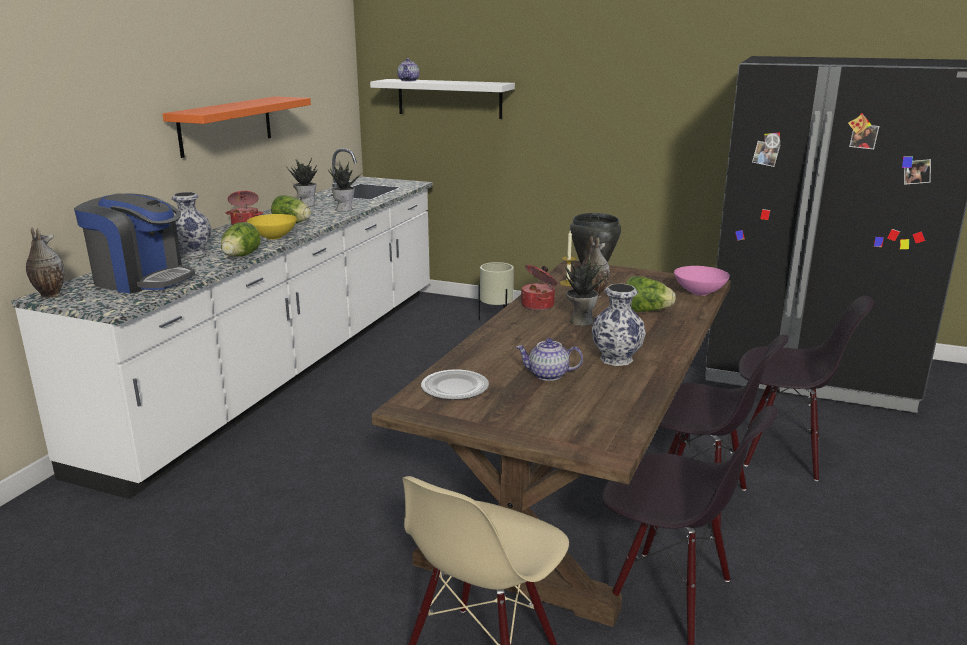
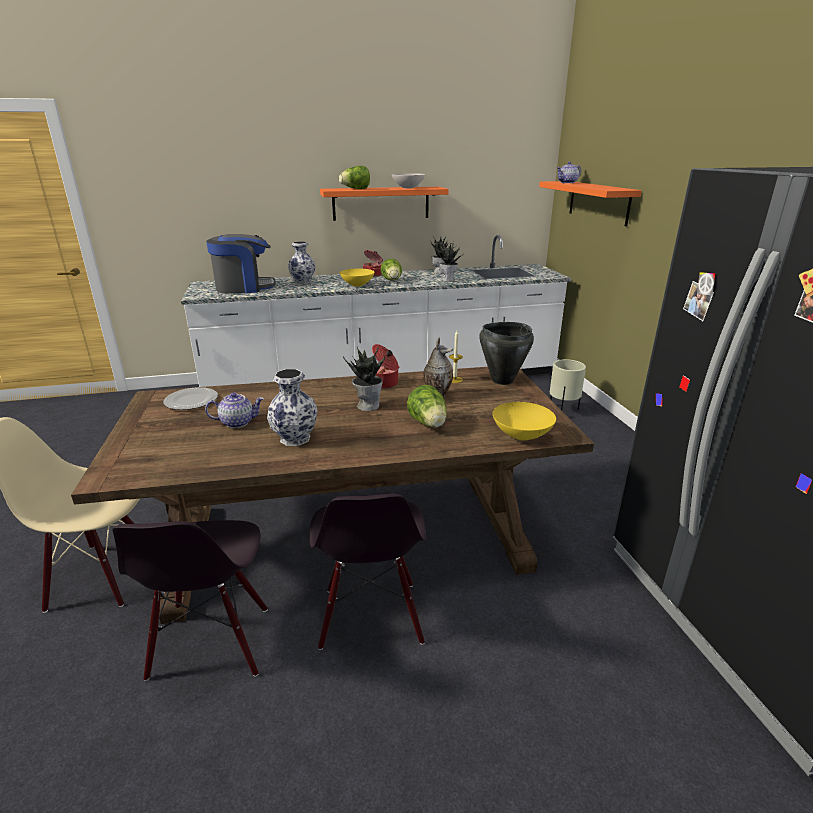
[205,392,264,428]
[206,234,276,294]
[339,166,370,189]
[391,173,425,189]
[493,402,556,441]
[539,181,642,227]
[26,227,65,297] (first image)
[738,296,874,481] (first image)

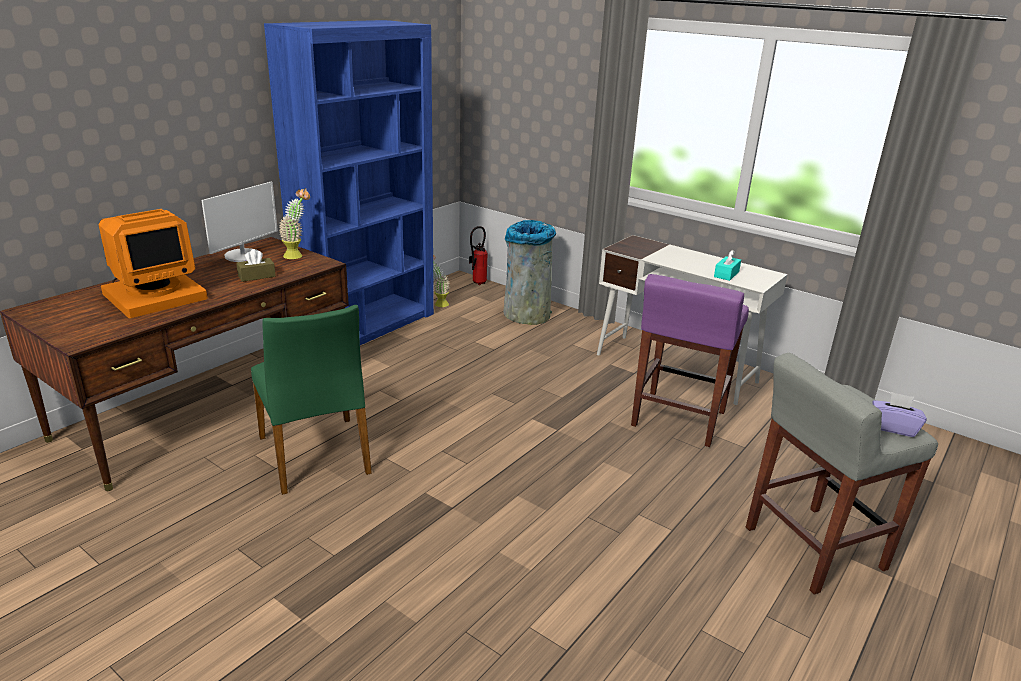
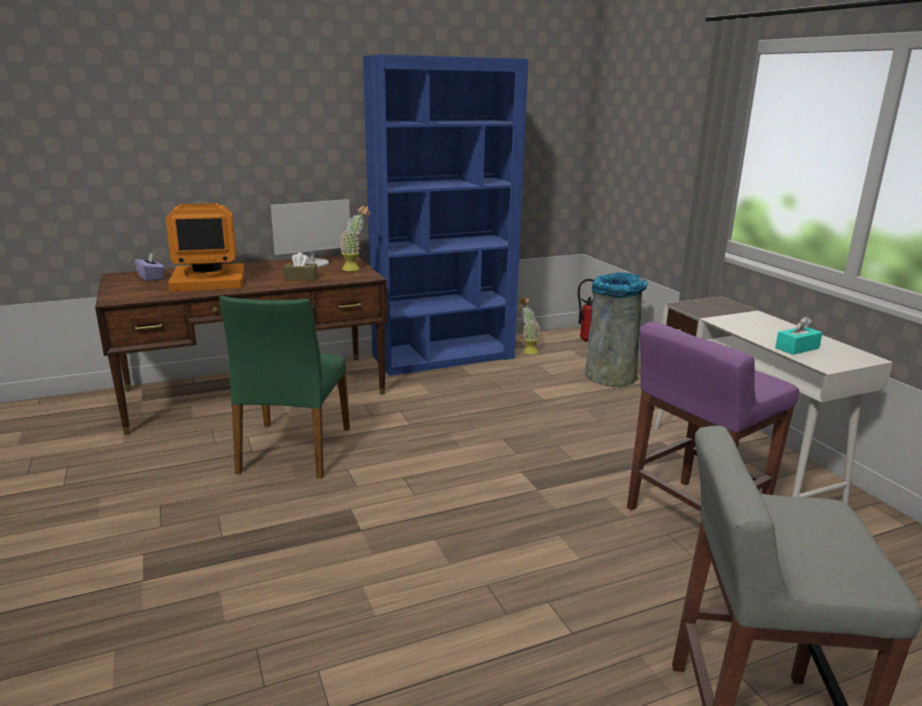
[134,253,165,282]

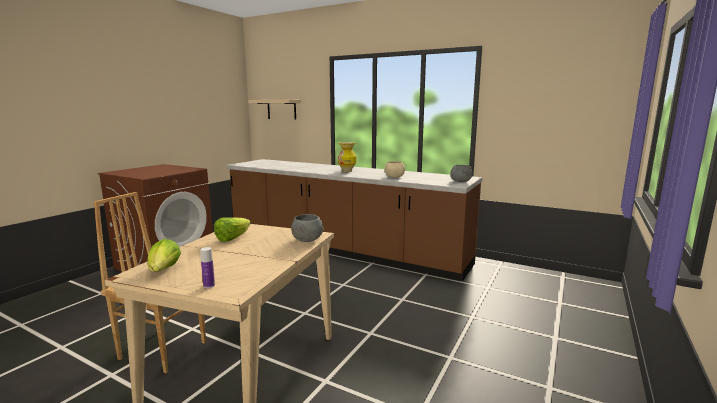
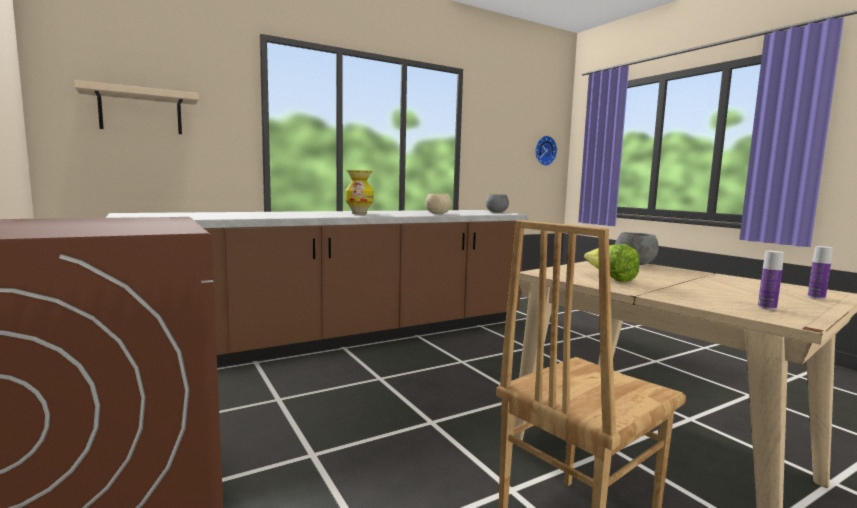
[535,136,557,166]
[758,251,784,310]

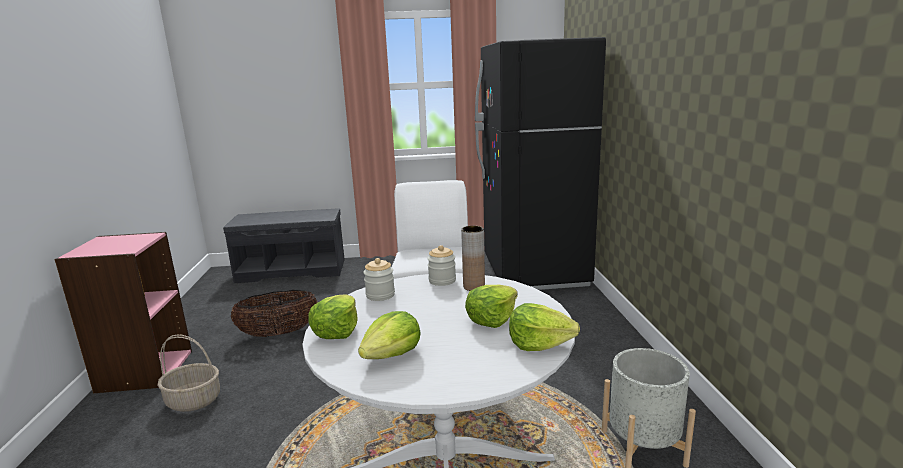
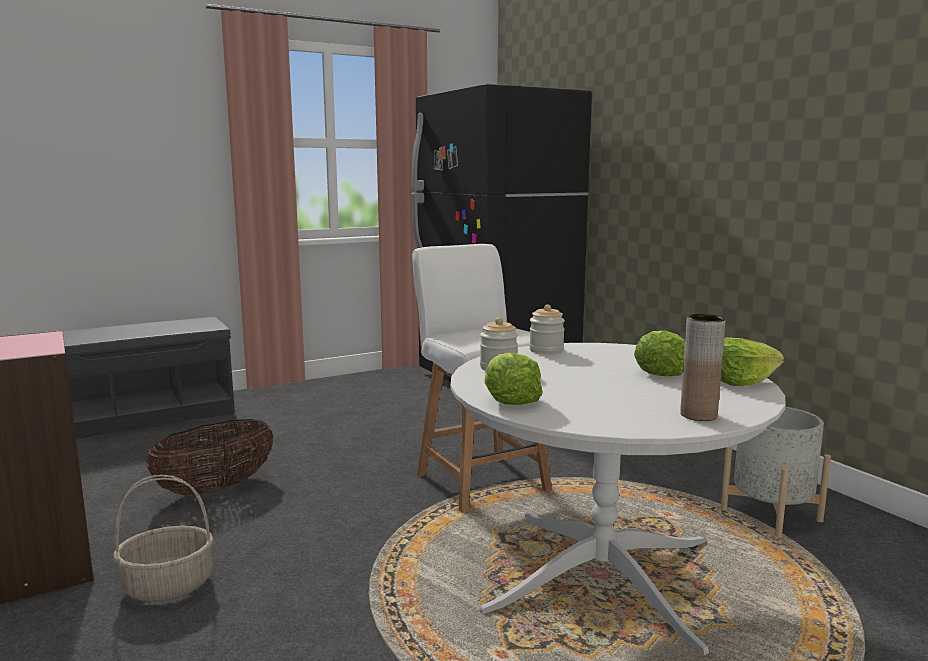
[680,314,726,421]
[358,311,421,359] (first image)

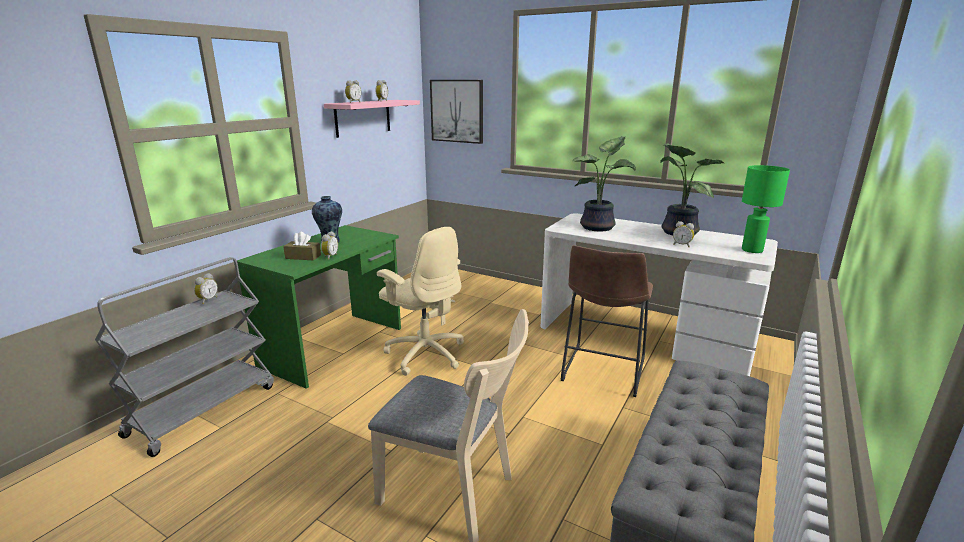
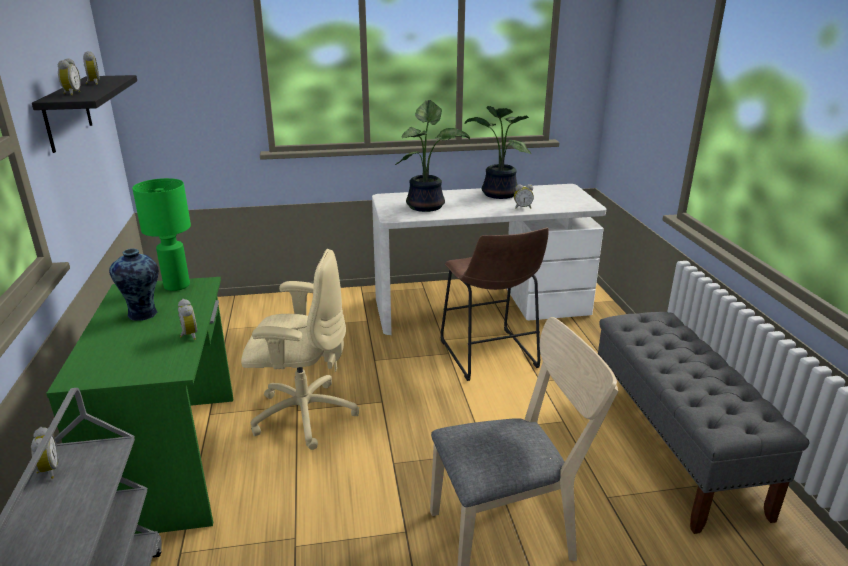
[32,75,137,153]
[132,178,191,291]
[283,231,321,261] (first image)
[430,80,483,144] (first image)

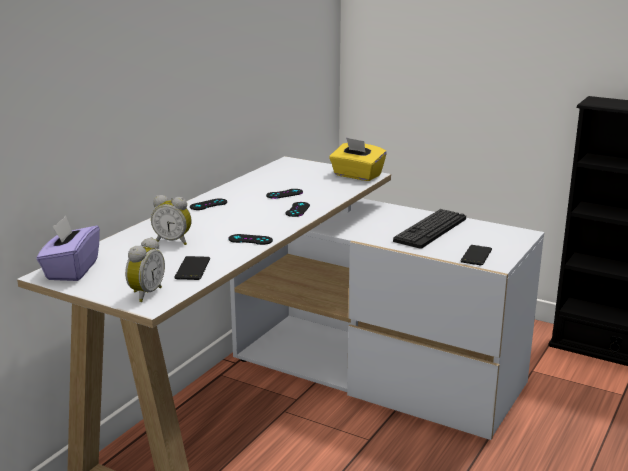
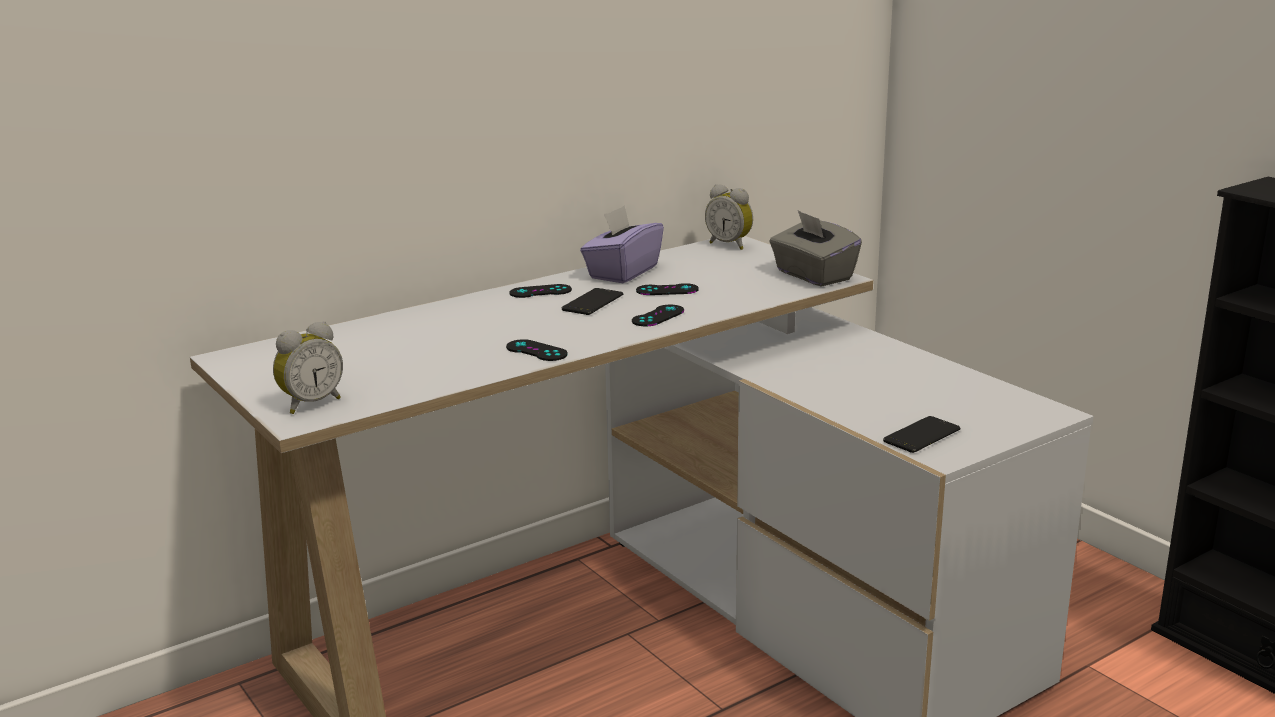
[562,288,623,315]
[580,205,664,283]
[705,184,753,250]
[769,210,862,287]
[393,209,466,249] (first image)

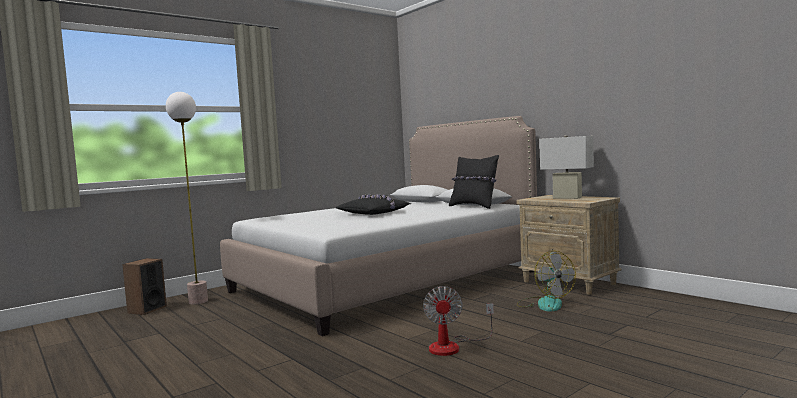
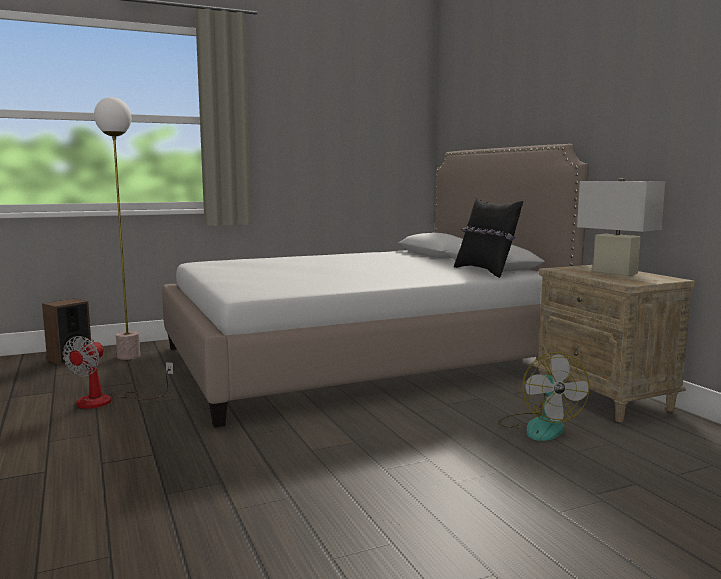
[63,336,174,409]
[336,194,411,215] (first image)

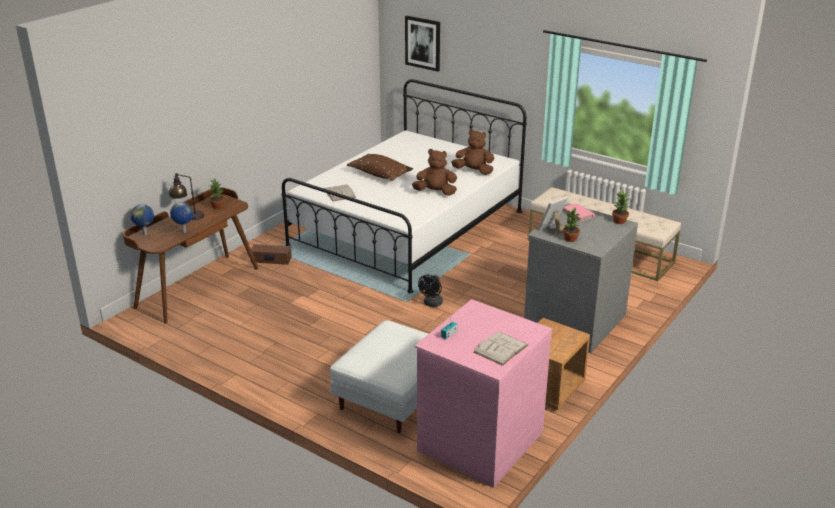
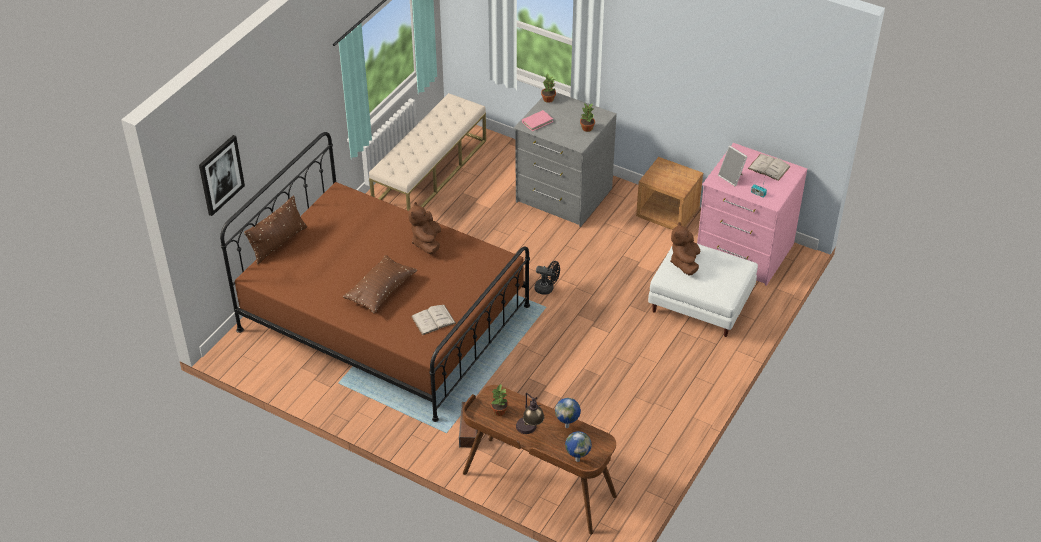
[220,132,530,422]
[244,195,307,264]
[670,222,700,275]
[718,146,748,186]

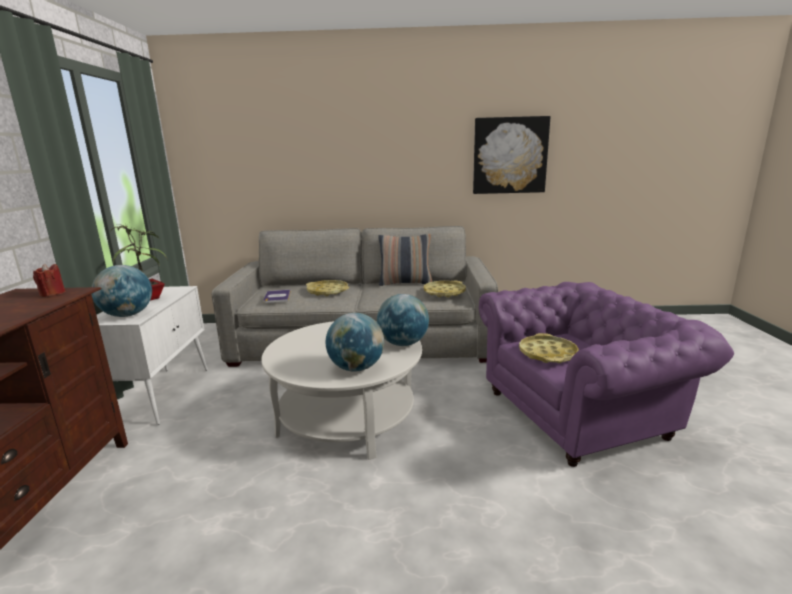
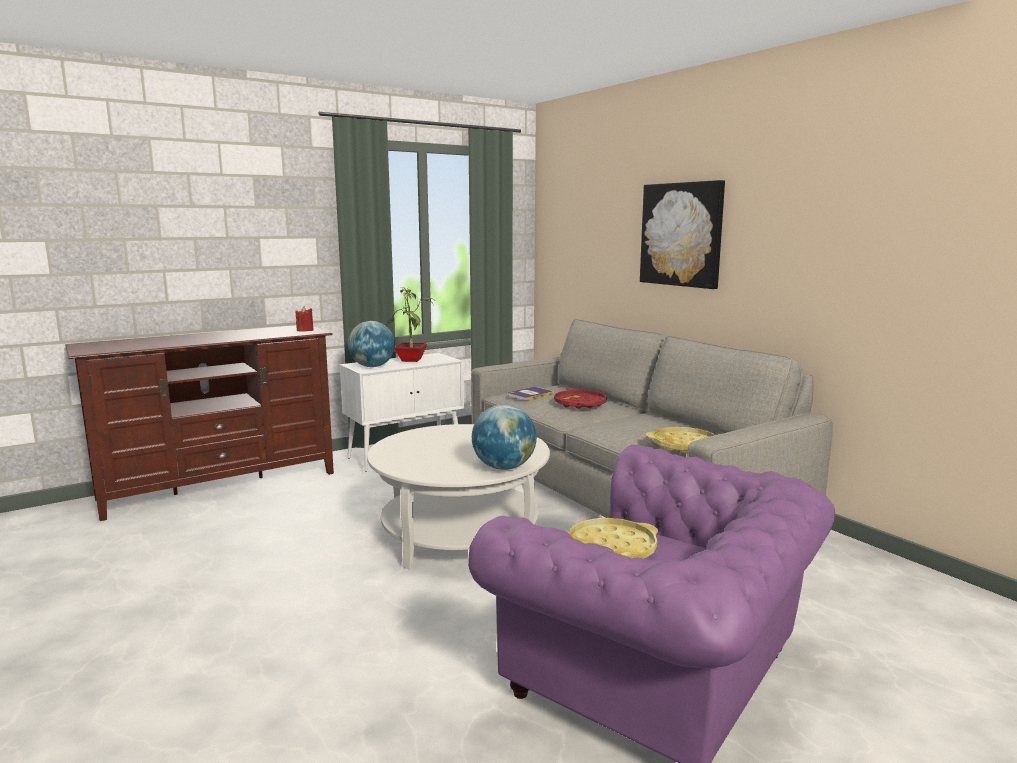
[554,389,607,409]
[640,180,725,289]
[326,313,384,372] (first image)
[378,234,432,286] (first image)

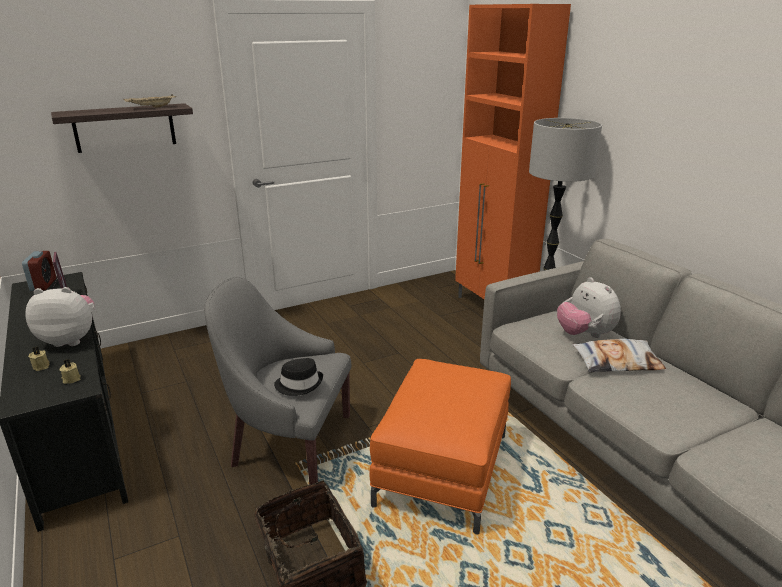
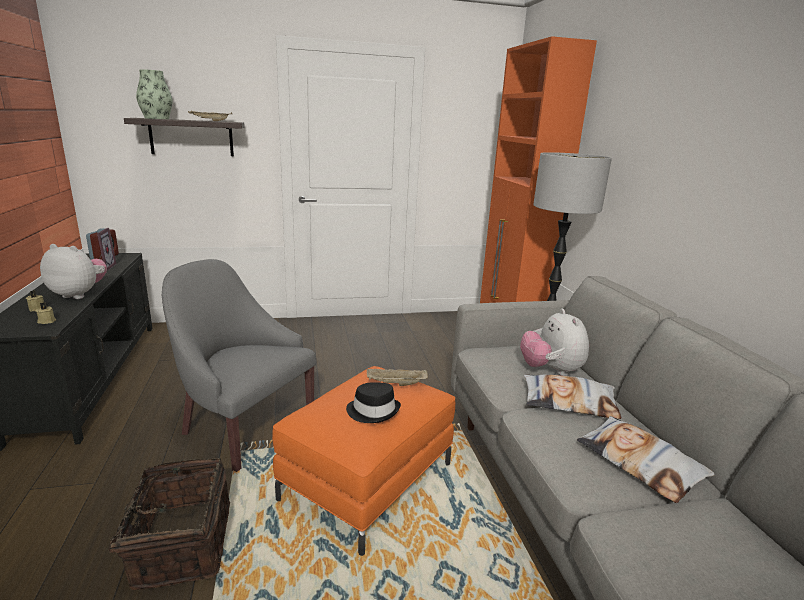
[136,69,173,119]
[346,382,401,423]
[367,368,428,386]
[577,416,715,503]

